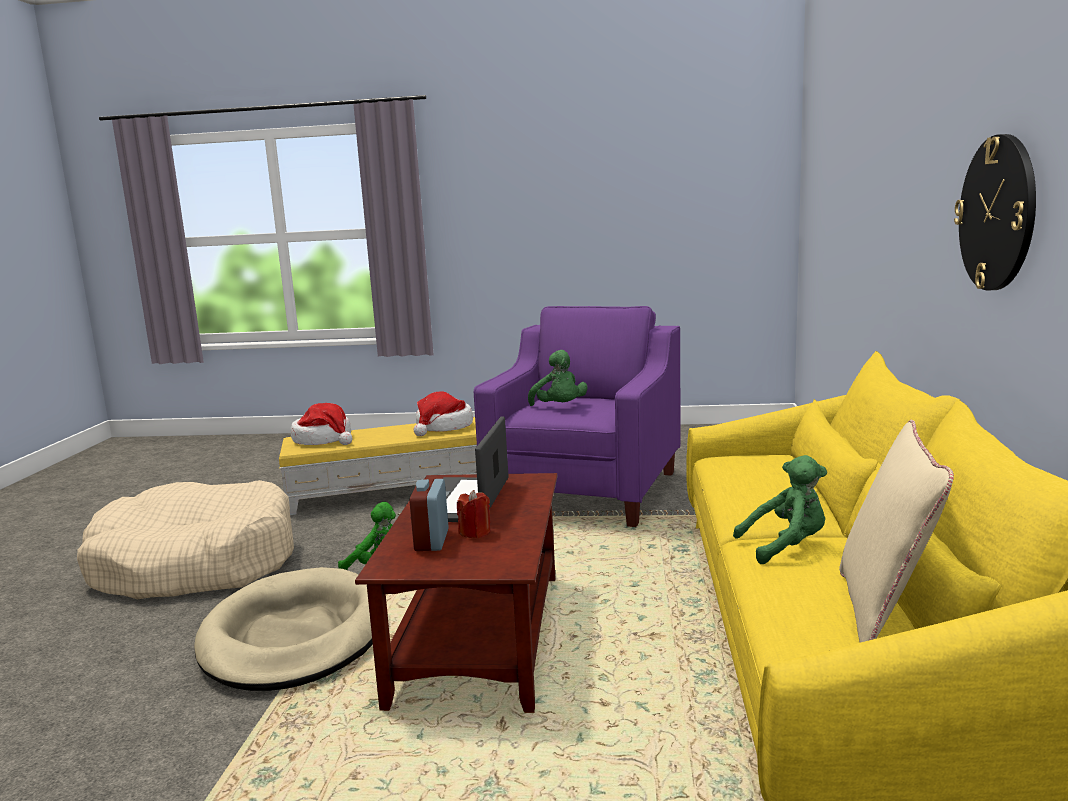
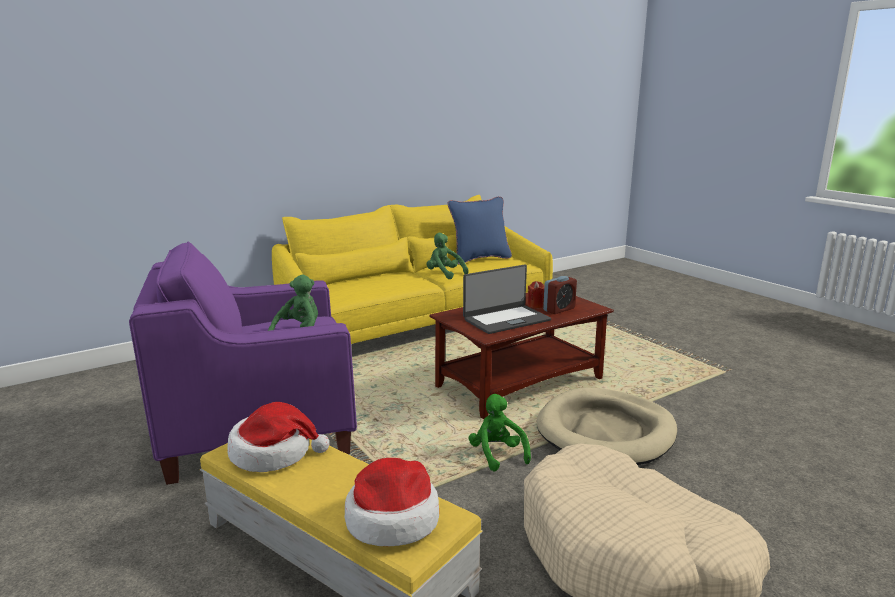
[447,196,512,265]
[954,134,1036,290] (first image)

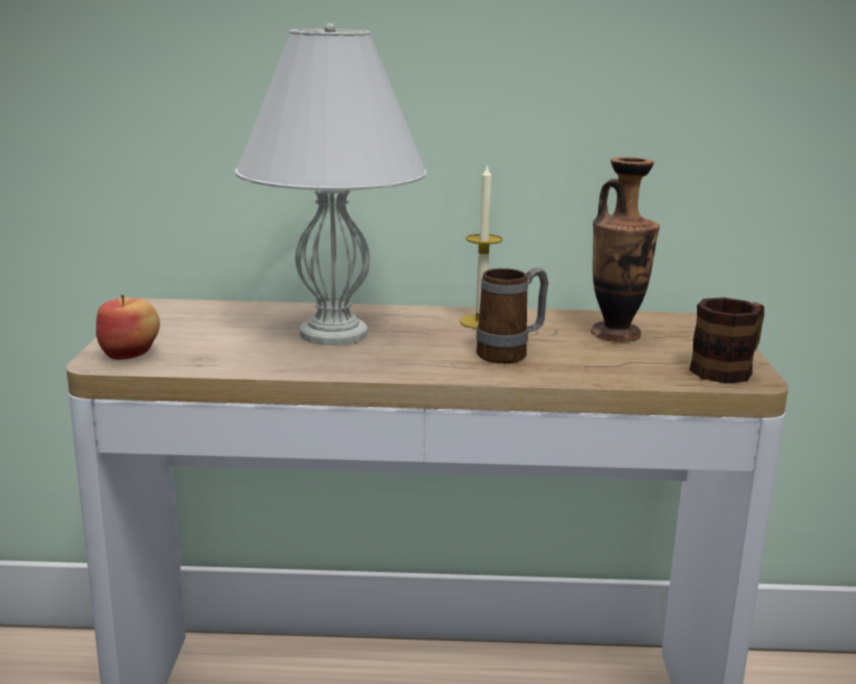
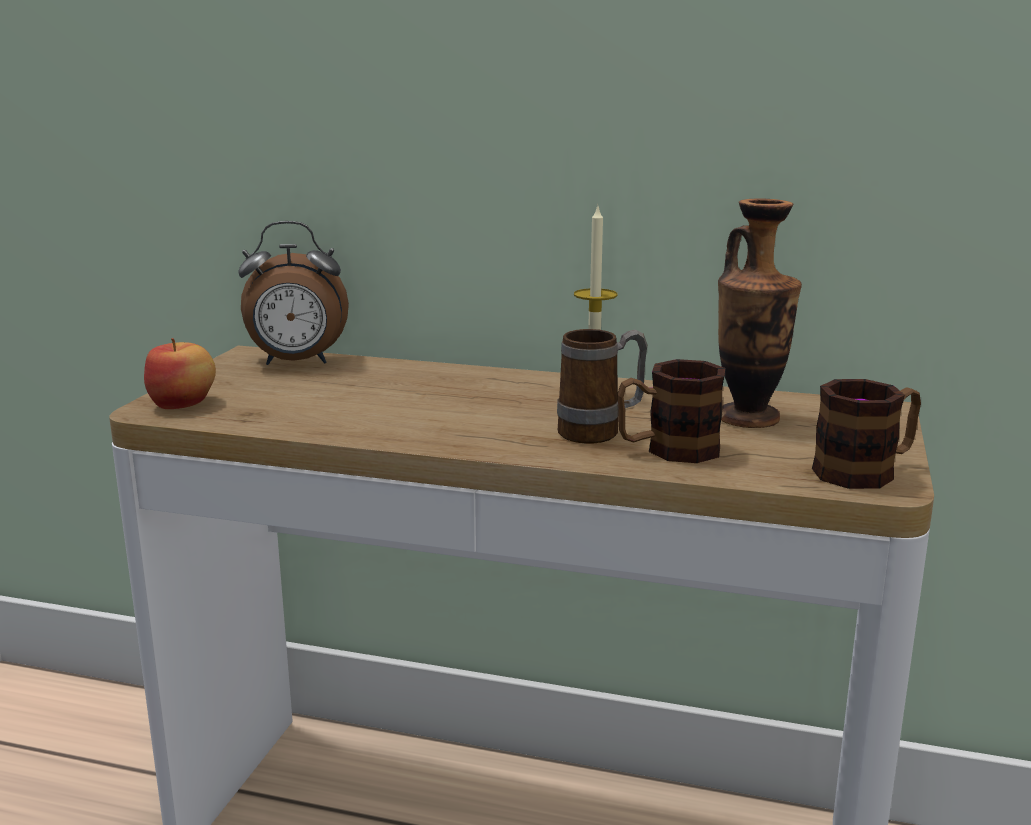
[238,221,349,365]
[617,359,725,463]
[235,23,426,345] (first image)

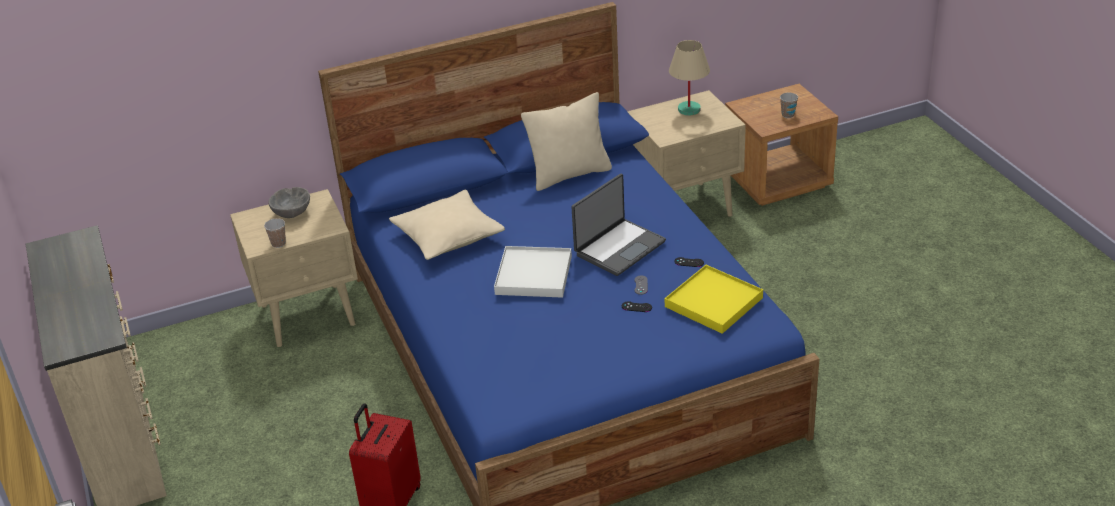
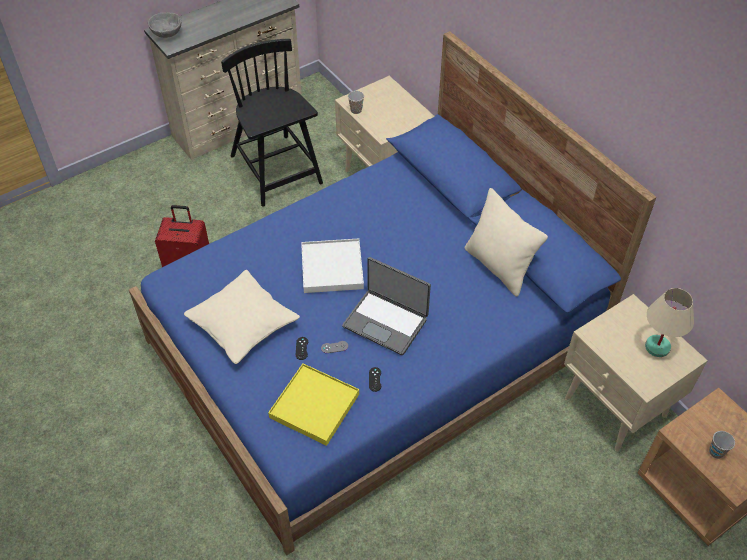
[148,12,181,38]
[184,270,300,364]
[221,39,323,207]

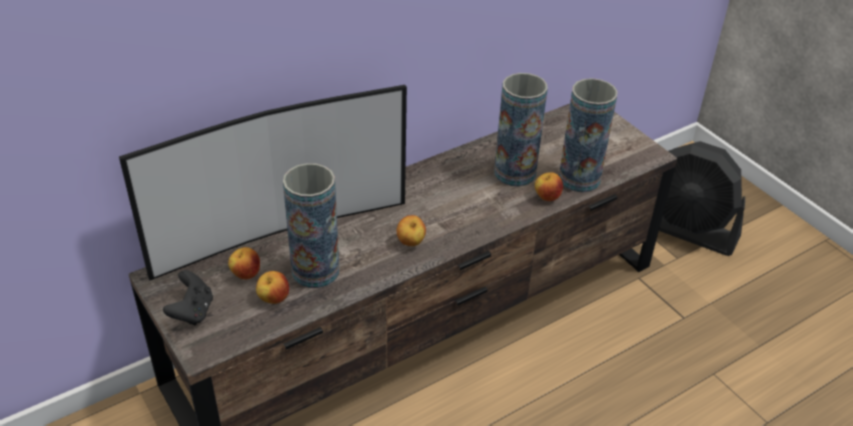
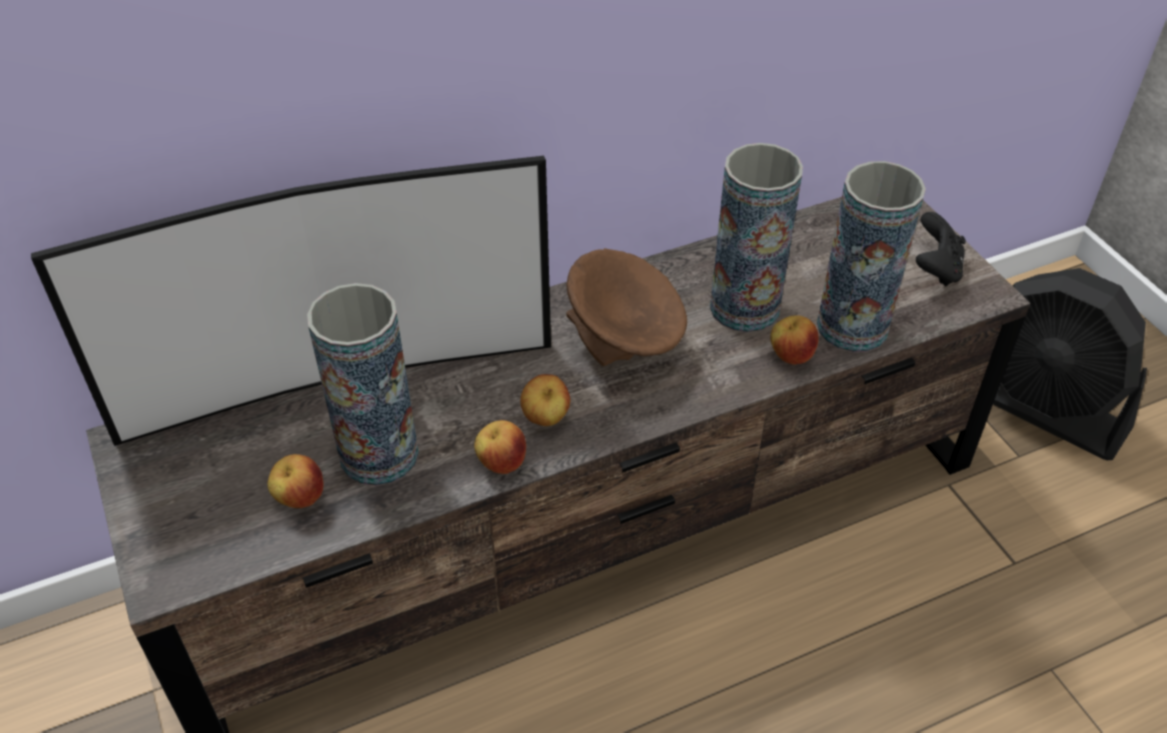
[474,420,526,474]
[566,248,687,366]
[916,212,966,286]

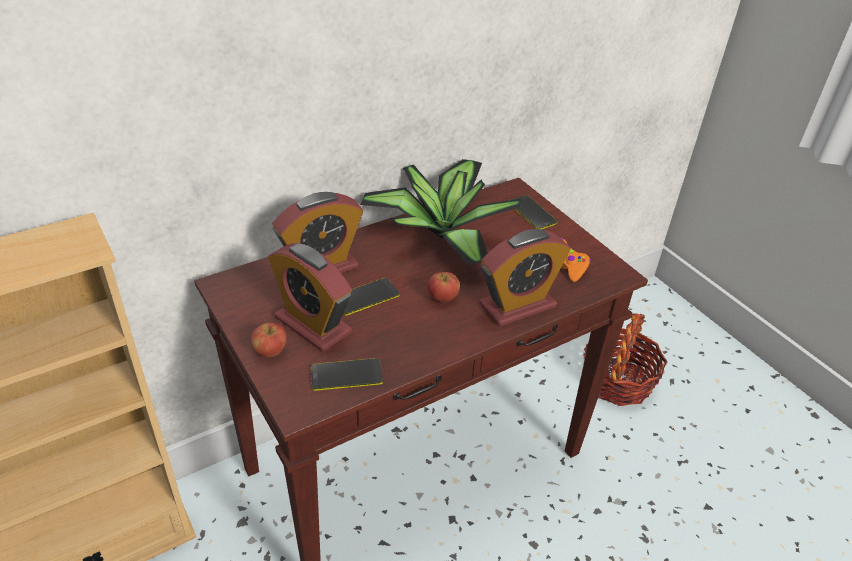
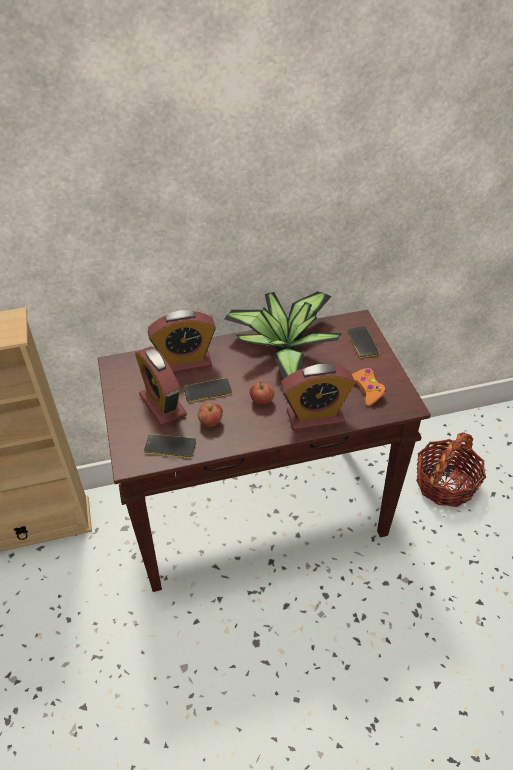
[198,402,223,427]

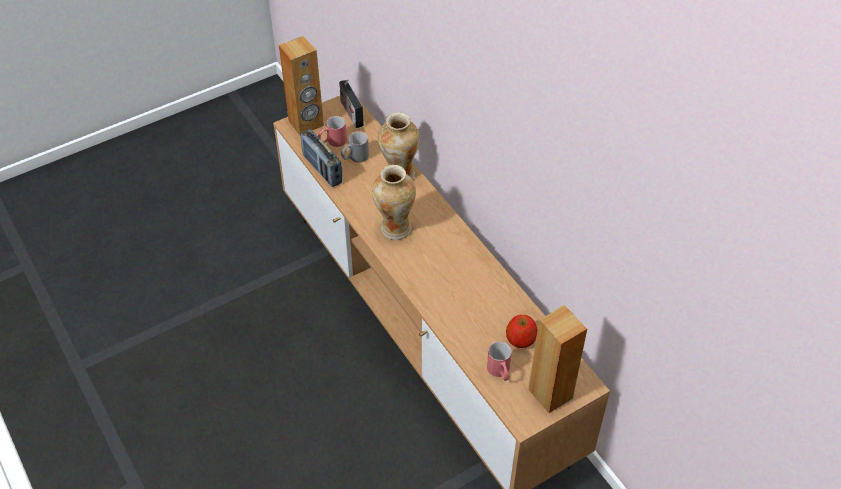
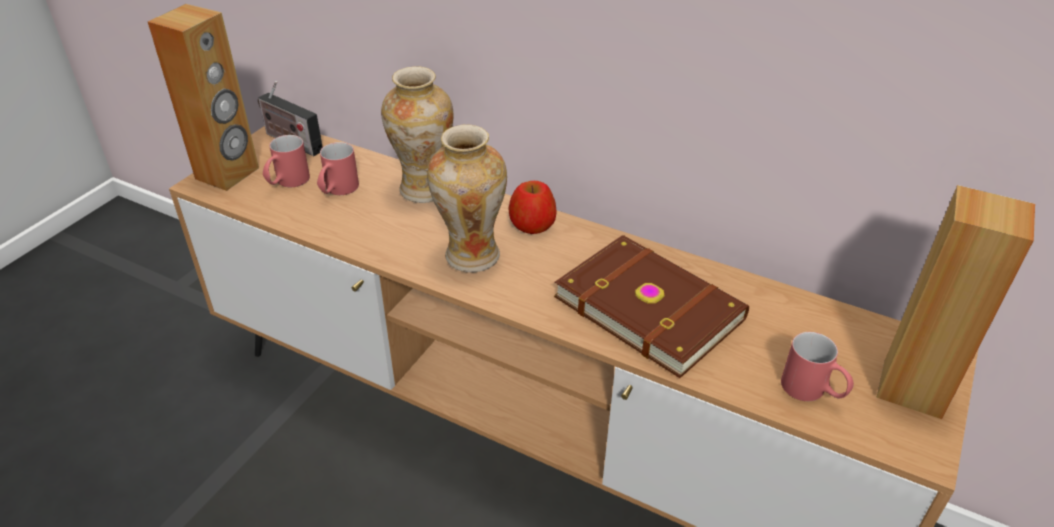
[317,142,359,195]
[509,181,557,234]
[554,235,749,378]
[301,129,342,187] (first image)

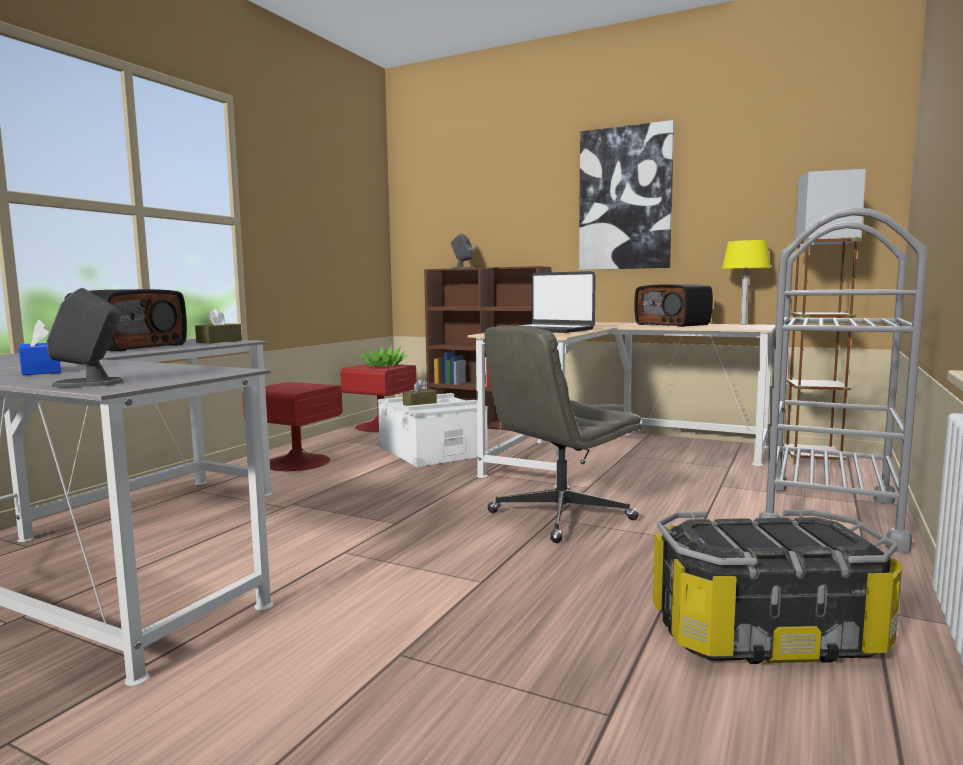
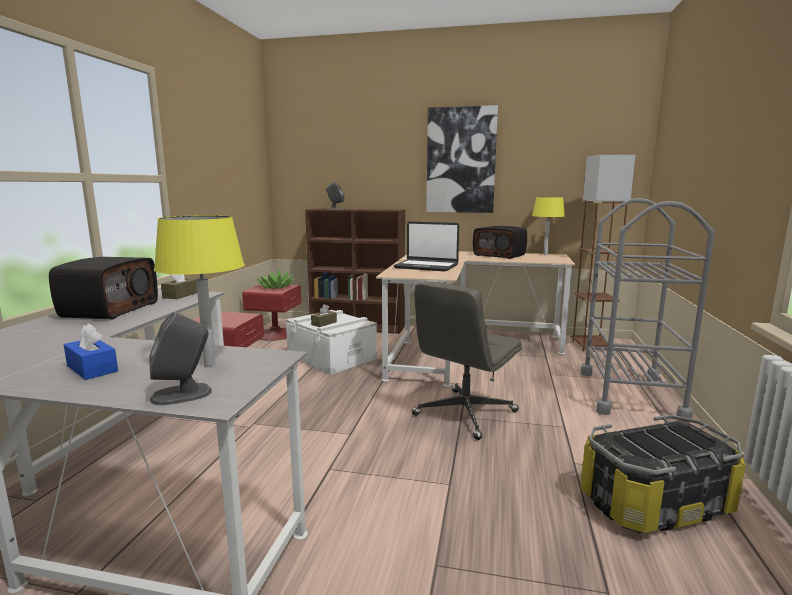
[154,215,245,366]

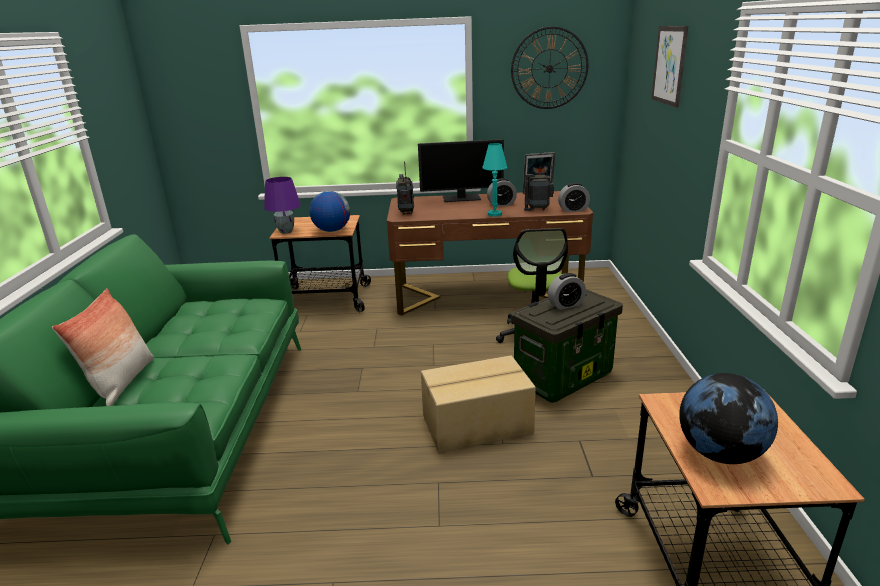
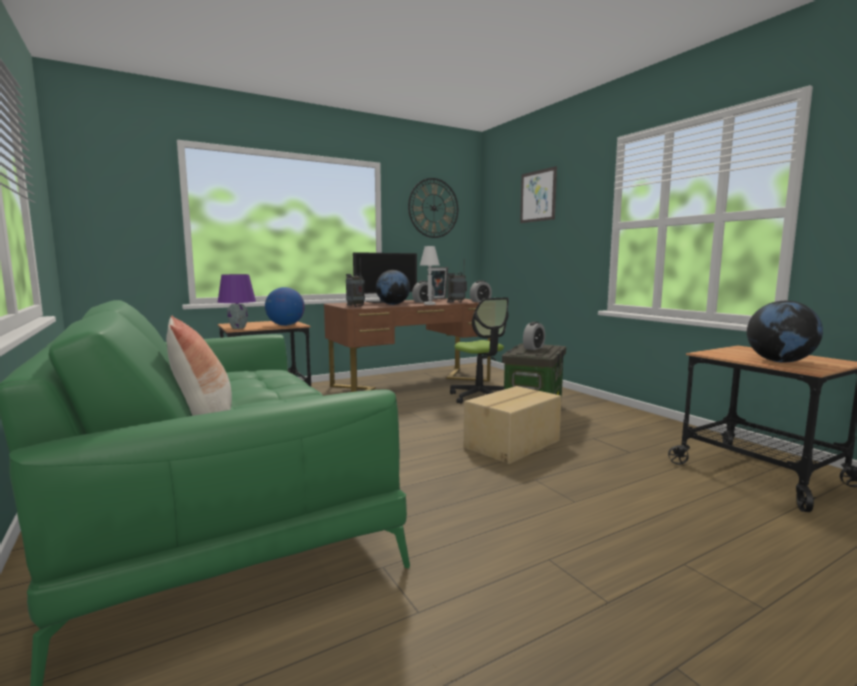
[376,270,410,305]
[420,246,440,305]

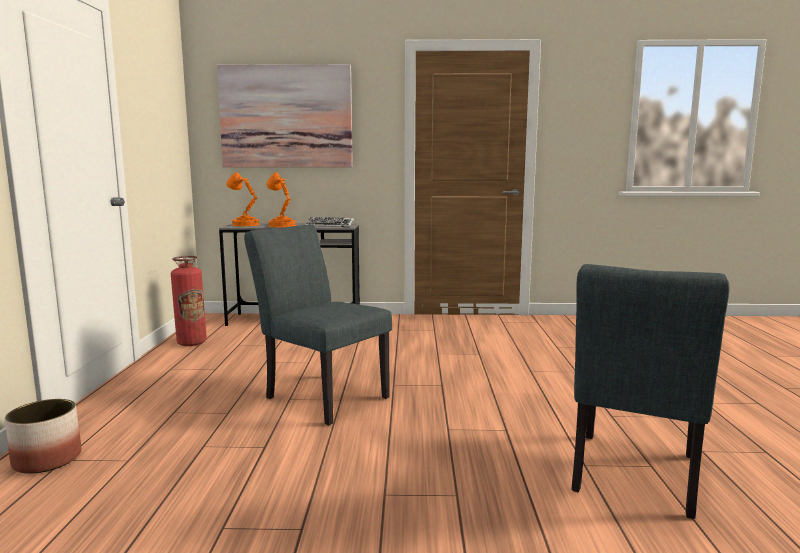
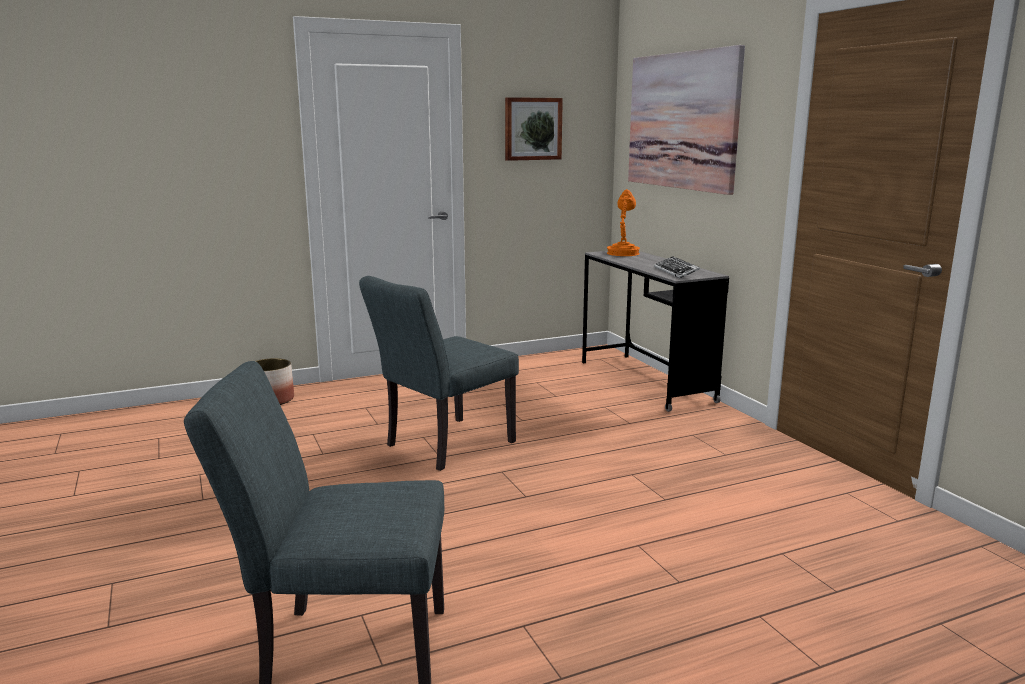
[359,276,519,471]
[505,97,563,161]
[171,256,207,346] (first image)
[267,172,296,227] (first image)

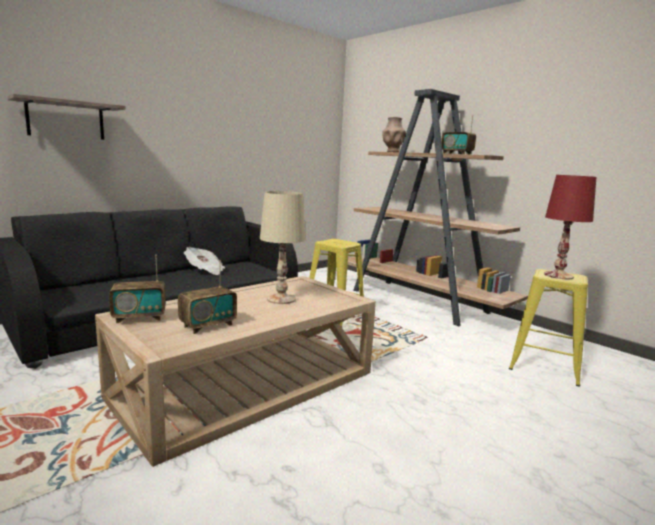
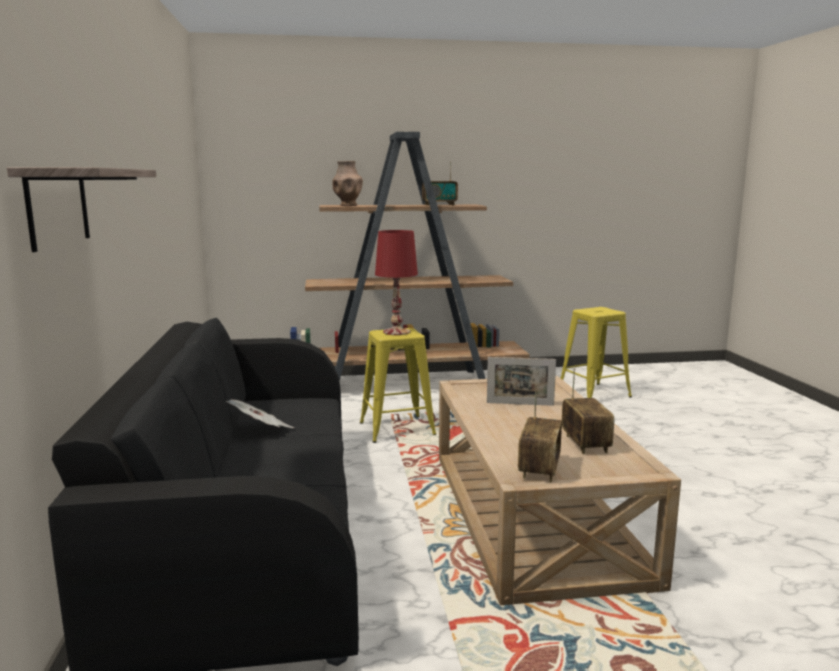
[375,230,418,335]
[487,357,556,406]

